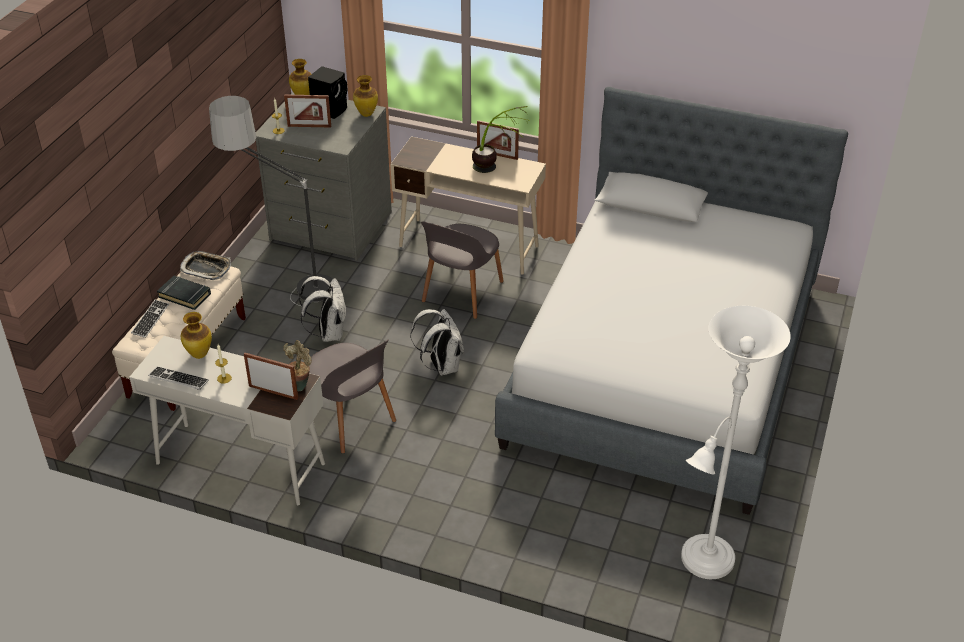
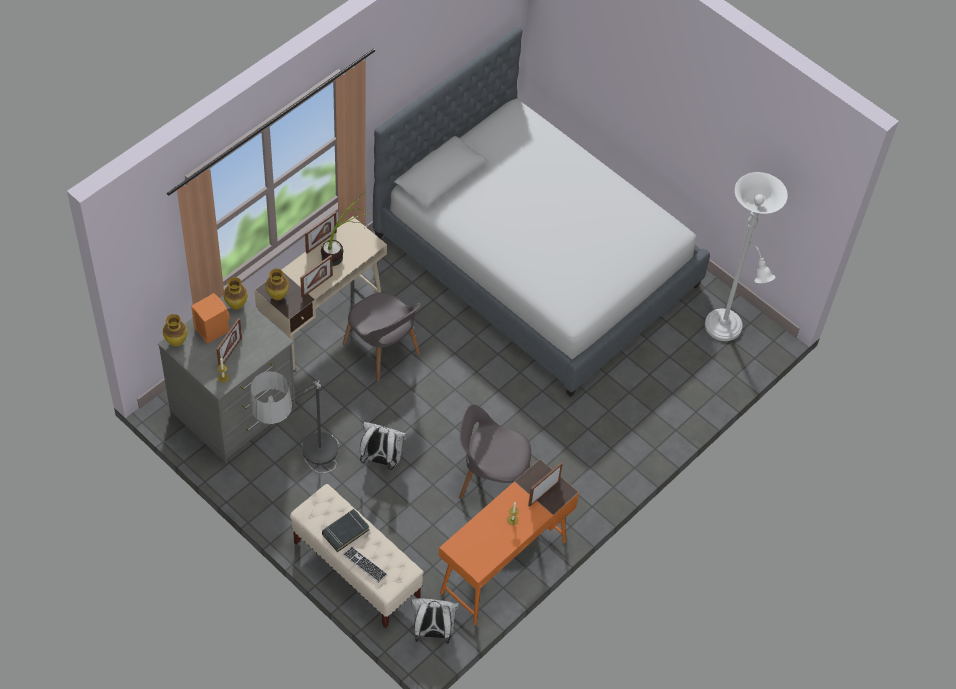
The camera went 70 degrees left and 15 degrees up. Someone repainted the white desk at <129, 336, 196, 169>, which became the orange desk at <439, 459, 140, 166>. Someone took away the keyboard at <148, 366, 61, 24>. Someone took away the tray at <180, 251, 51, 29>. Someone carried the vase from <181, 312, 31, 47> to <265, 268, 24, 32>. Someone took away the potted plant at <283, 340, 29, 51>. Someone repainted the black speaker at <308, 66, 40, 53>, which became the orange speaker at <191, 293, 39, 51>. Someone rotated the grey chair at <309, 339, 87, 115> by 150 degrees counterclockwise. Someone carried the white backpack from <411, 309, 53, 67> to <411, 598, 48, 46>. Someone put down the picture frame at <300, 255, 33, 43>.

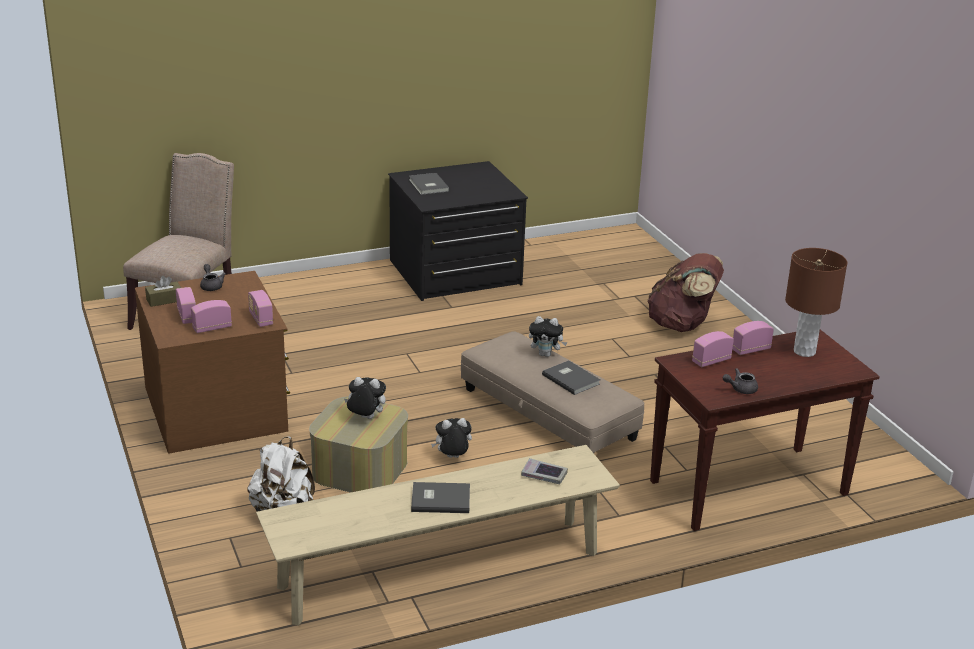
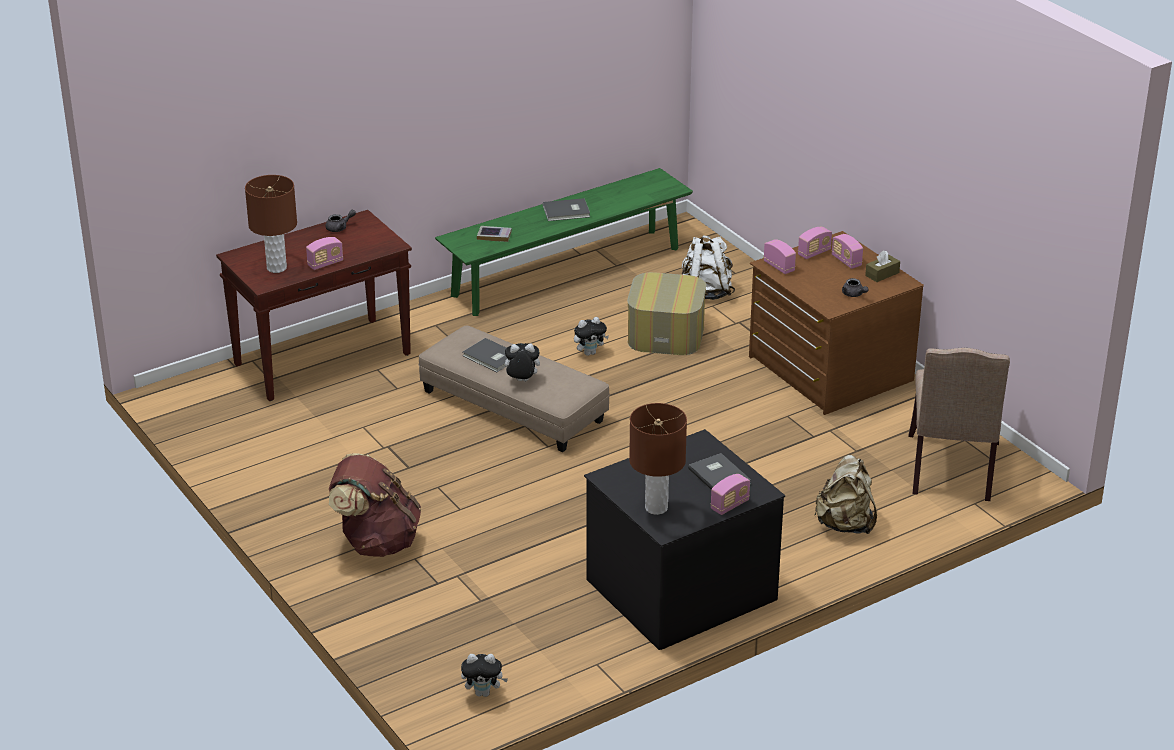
The camera went 170 degrees right and 5 degrees up. Someone repainted the beige bench at <256, 445, 364, 181>, which became the green bench at <435, 168, 258, 148>. Someone carried the plush toy from <344, 377, 42, 42> to <461, 654, 47, 43>. Someone carried the radio from <692, 331, 42, 36> to <711, 474, 39, 41>. Someone put down the brown table lamp at <629, 403, 58, 112>. Someone put down the beige backpack at <814, 455, 63, 79>.

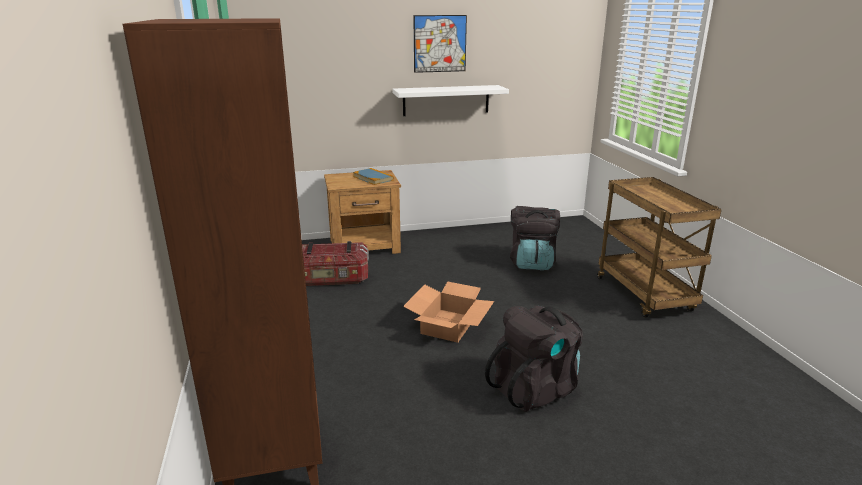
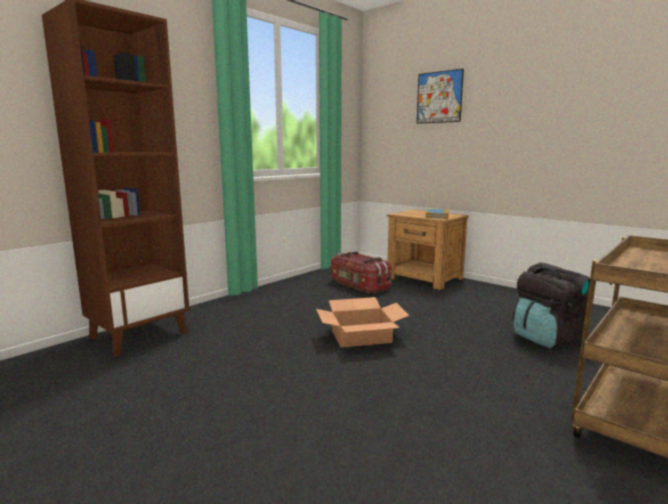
The camera went 55 degrees right and 10 degrees down. Someone took away the white shelf at <392, 85, 117, 31>. Someone carried the picture from <413, 15, 54, 58> to <417, 69, 47, 55>. Someone took away the black backpack at <485, 306, 98, 106>.

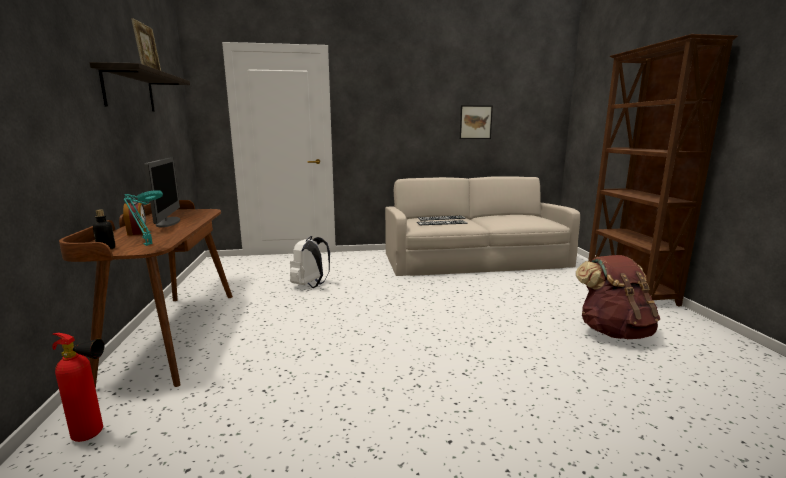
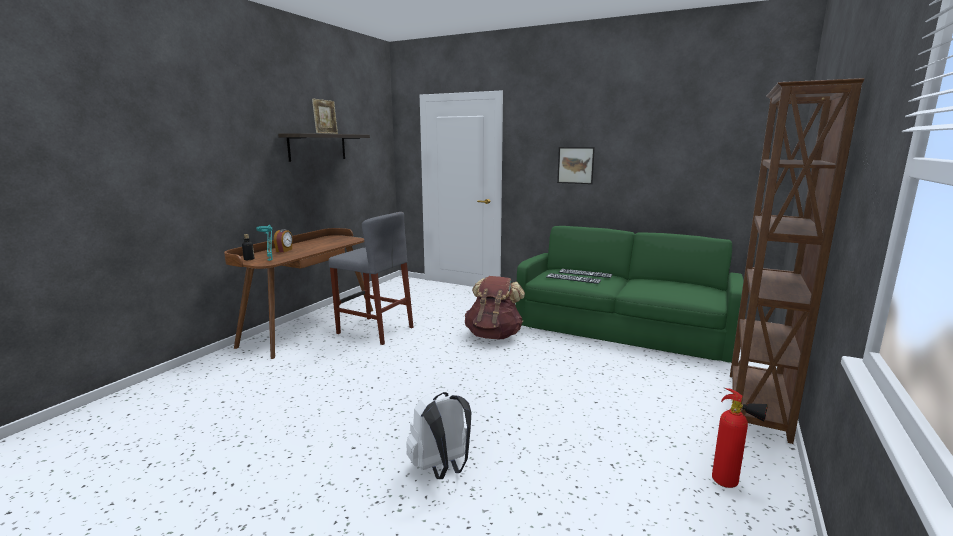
The camera went 35 degrees right and 0 degrees up. Someone carried the fire extinguisher from <52, 333, 52, 109> to <712, 388, 56, 100>. Someone took away the monitor at <145, 157, 35, 70>. Someone carried the white backpack from <290, 236, 40, 52> to <406, 391, 65, 88>. Someone repainted the beige sofa at <385, 176, 195, 100>, which became the green sofa at <516, 226, 228, 137>. Someone carried the picture from <460, 105, 33, 34> to <557, 147, 38, 37>. Someone carried the brown backpack from <576, 255, 84, 84> to <465, 276, 60, 63>. Someone put down the grey stool at <329, 212, 84, 133>.

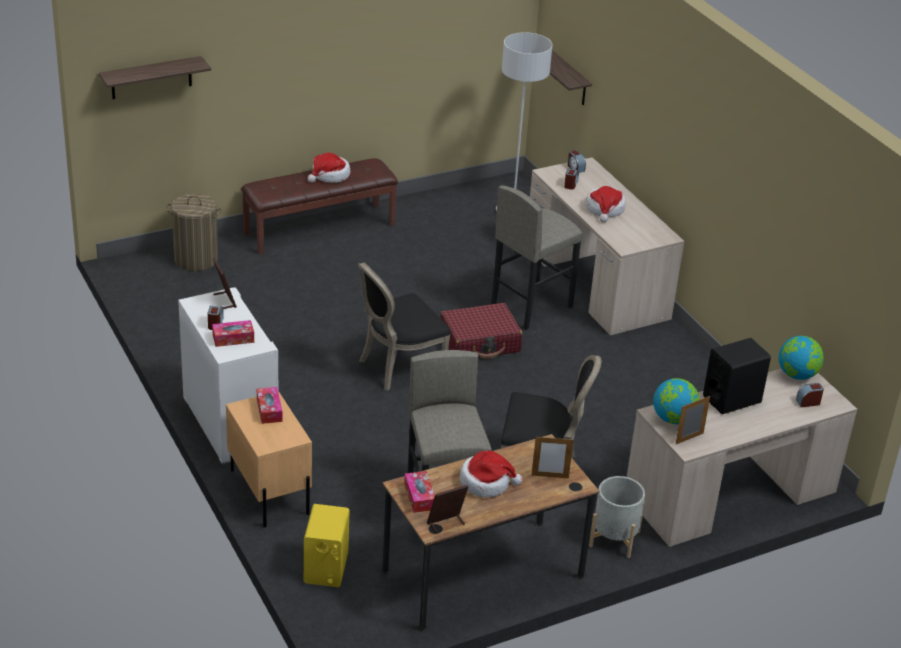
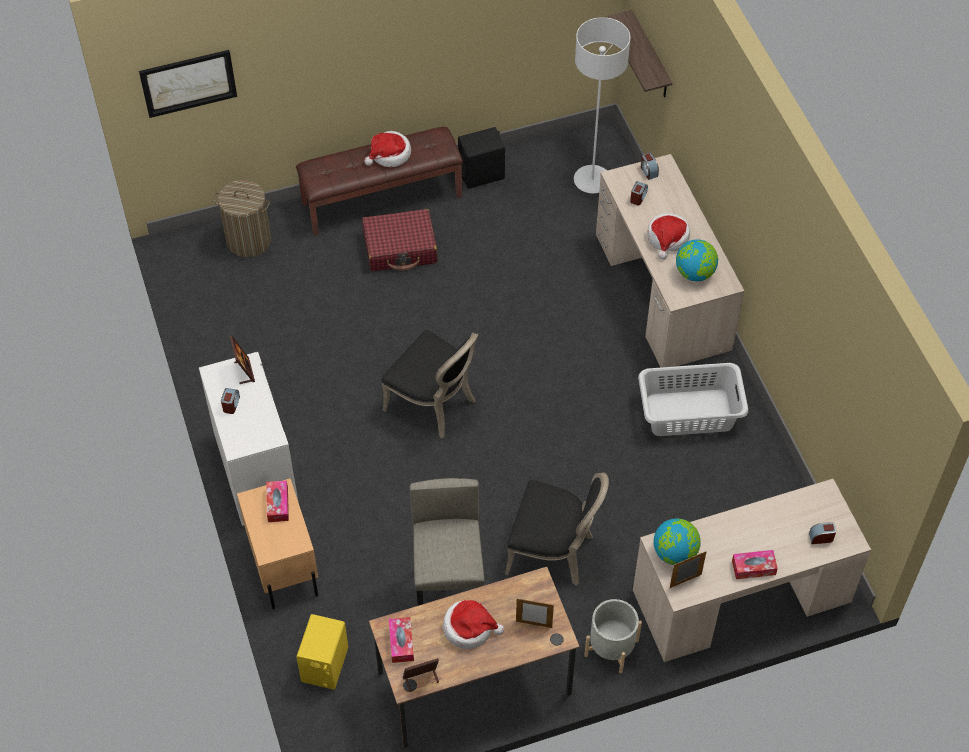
The camera went 10 degrees right and 20 degrees up. Someone swapped the shelf at <99, 56, 112, 43> for the picture at <139, 50, 98, 68>. Someone carried the tissue box from <212, 320, 42, 27> to <732, 550, 46, 29>. Someone rotated the black chair at <358, 262, 92, 129> by 120 degrees counterclockwise. Someone carried the red suitcase from <440, 303, 83, 56> to <362, 209, 76, 62>. Someone took away the grey stool at <491, 185, 92, 145>. Someone carried the black speaker from <703, 338, 68, 76> to <458, 127, 47, 62>. Someone carried the globe from <779, 336, 45, 44> to <676, 239, 42, 42>. Someone put down the grey laundry basket at <638, 363, 110, 73>.

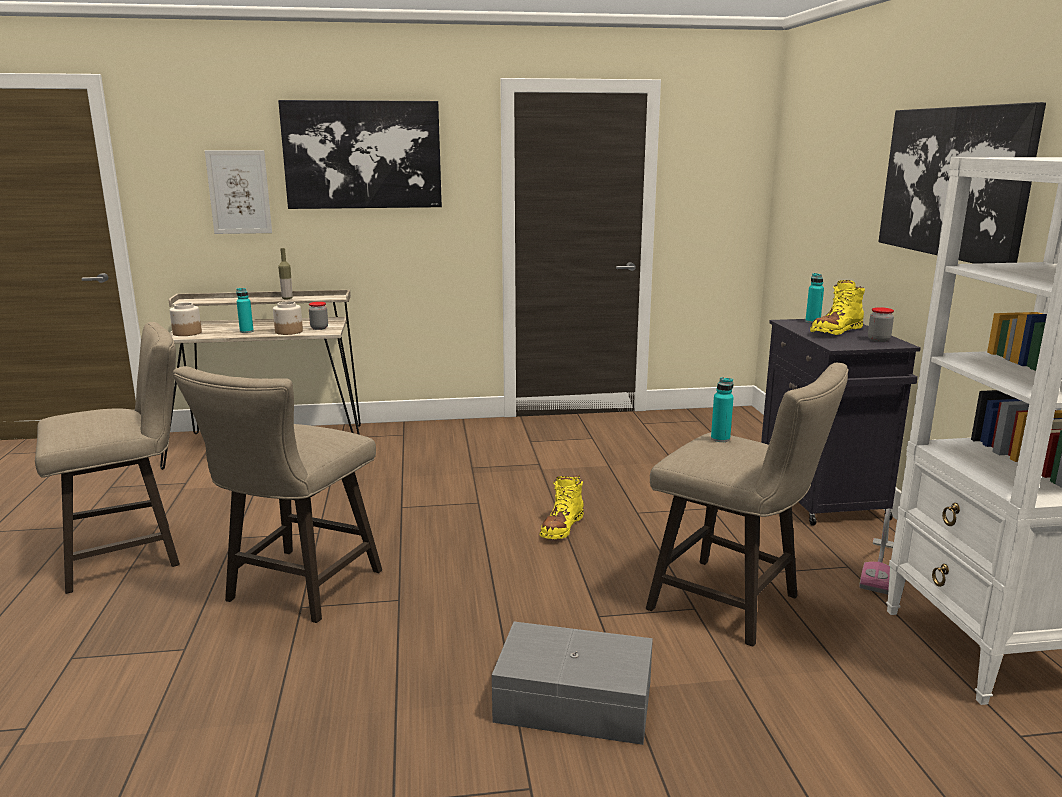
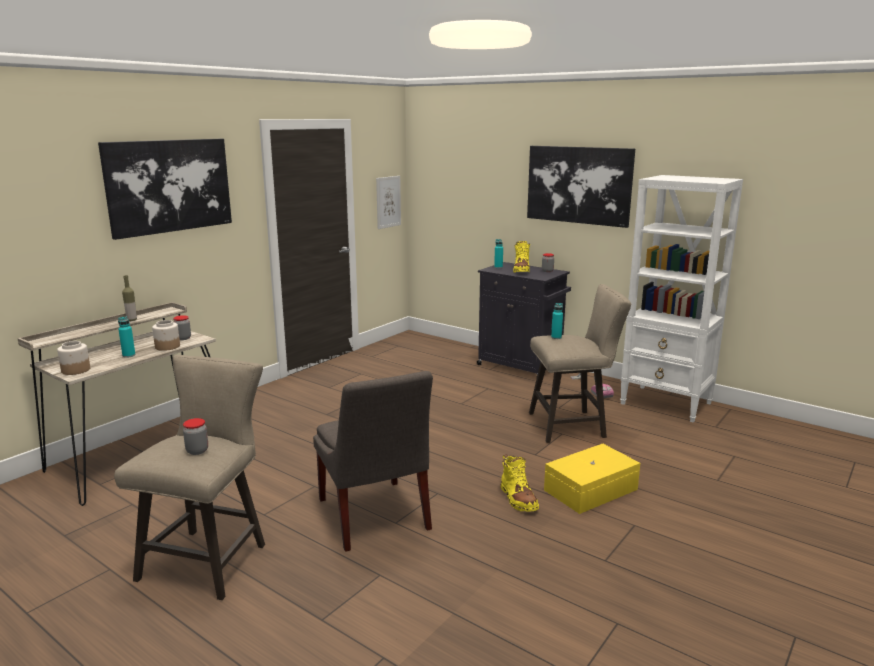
The camera went 45 degrees left and 0 degrees up. Someone swapped the beige stool at <173, 366, 209, 257> for the grey chair at <313, 371, 120, 181>. Someone carried the picture from <205, 150, 67, 84> to <376, 176, 25, 53>. Someone repainted the grey storage box at <492, 622, 161, 123>, which became the yellow storage box at <544, 444, 96, 70>. Someone carried the yellow boot from <540, 475, 44, 64> to <501, 454, 38, 58>. Someone put down the jar at <183, 418, 25, 37>.

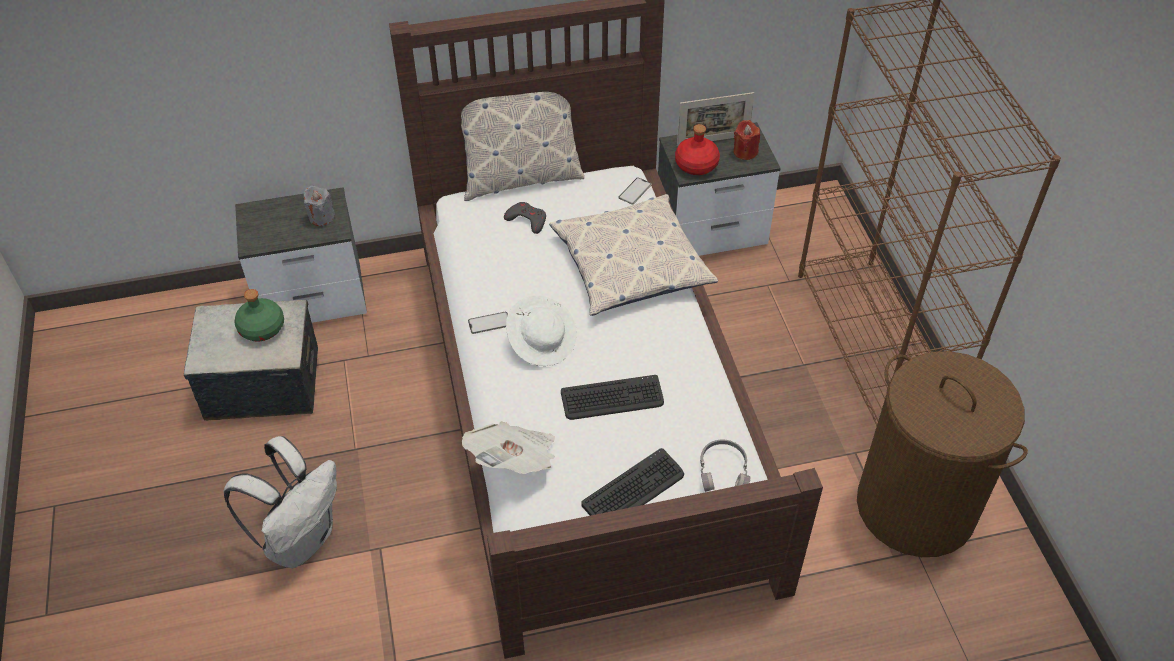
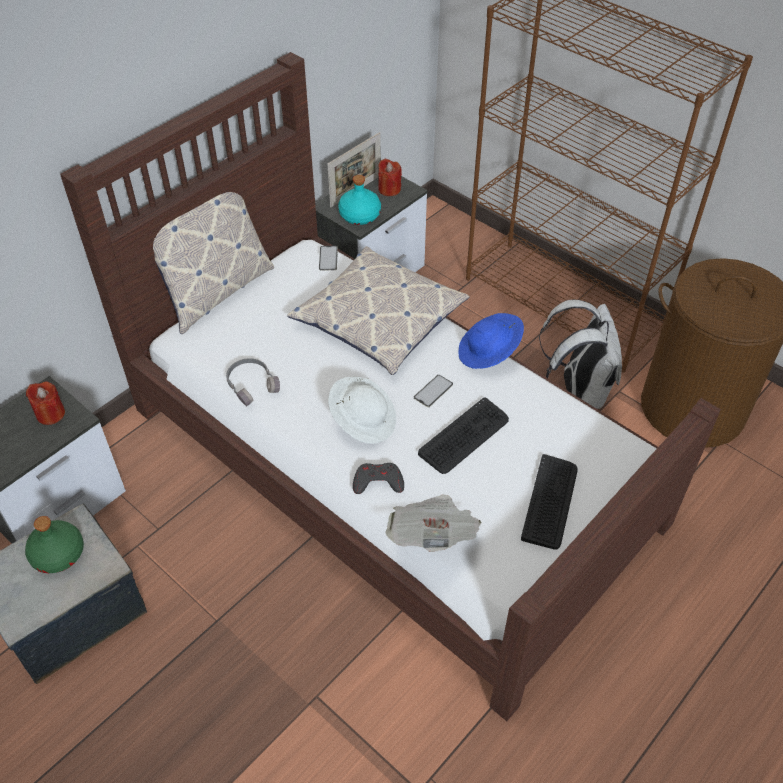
The camera went 35 degrees left and 0 degrees up. Someone carried the white backpack from <224, 436, 113, 133> to <539, 299, 83, 110>. Someone repainted the grey candle at <304, 185, 31, 41>, which became the red candle at <26, 381, 39, 44>. Someone carried the phone from <468, 312, 40, 22> to <414, 375, 39, 32>. Someone carried the grey game controller from <504, 202, 42, 32> to <353, 463, 51, 31>. Someone repainted the red bottle at <675, 124, 45, 51>, which became the turquoise bottle at <338, 175, 43, 50>. Someone carried the grey headphones from <700, 440, 50, 52> to <226, 358, 54, 48>. Someone put down the blue hat at <459, 313, 65, 56>.

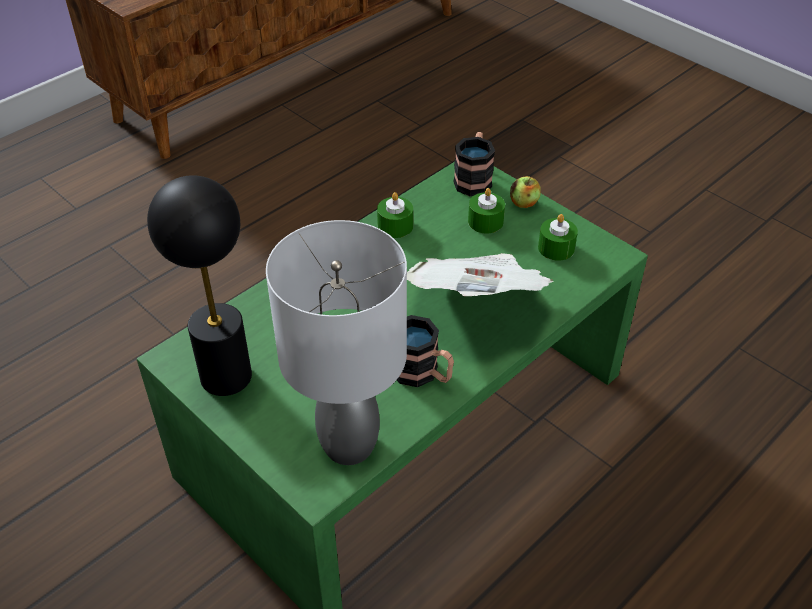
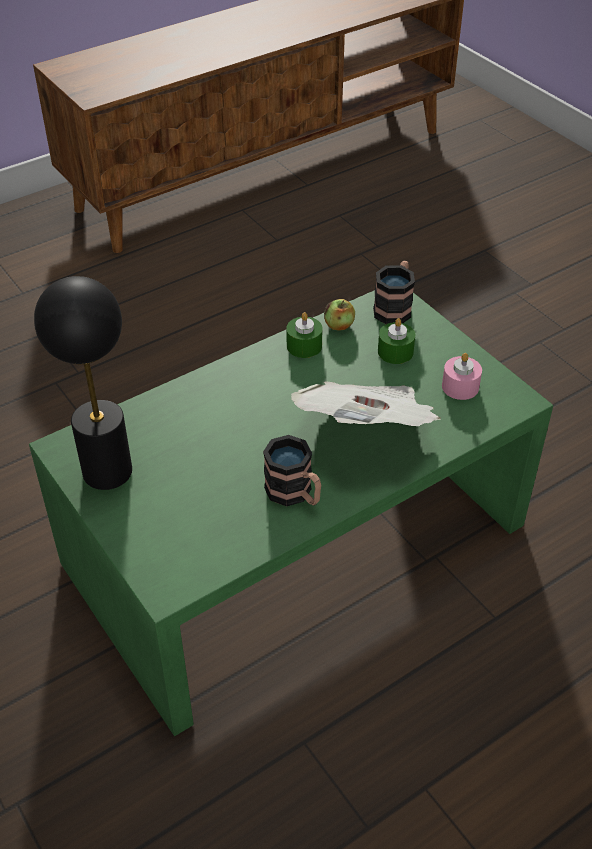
The camera went 10 degrees right and 0 degrees up. Someone took away the grey table lamp at <266, 220, 141, 245>. Someone carried the apple from <510, 176, 31, 32> to <324, 299, 31, 32>. Someone repainted the green candle at <538, 214, 40, 47>, which became the pink candle at <442, 353, 40, 47>.

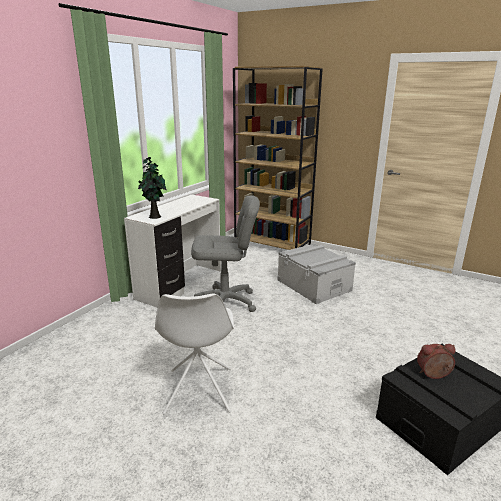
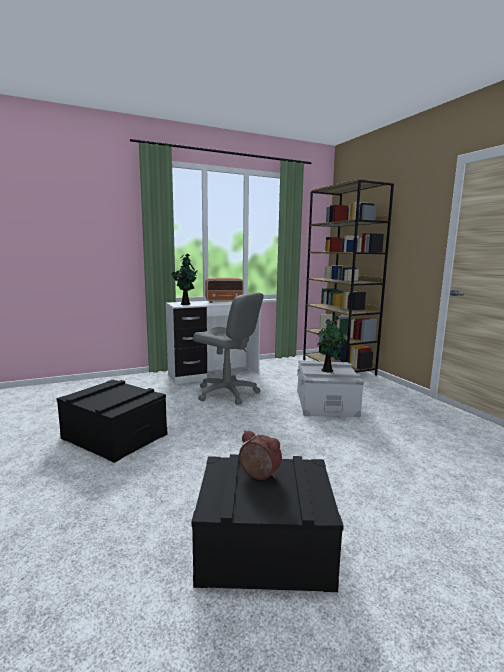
The camera went 35 degrees right and 10 degrees down. Someone swapped the white chair at <155, 294, 79, 121> for the black storage box at <56, 380, 111, 83>. Someone put down the radio at <205, 278, 39, 25>. Someone put down the potted plant at <317, 315, 31, 57>.

